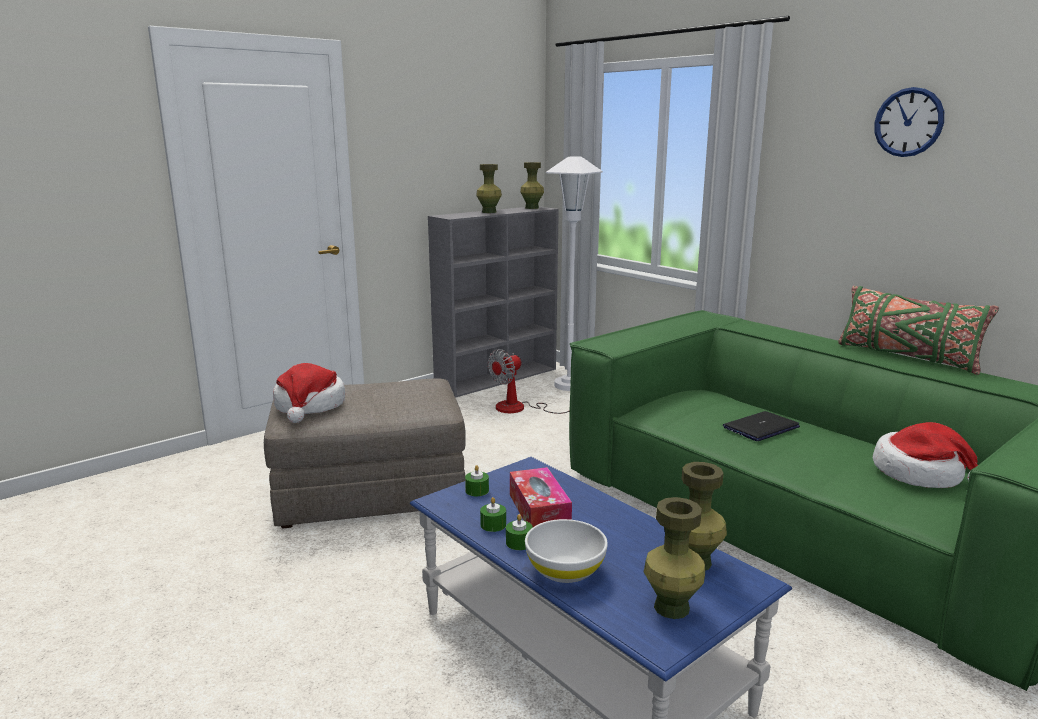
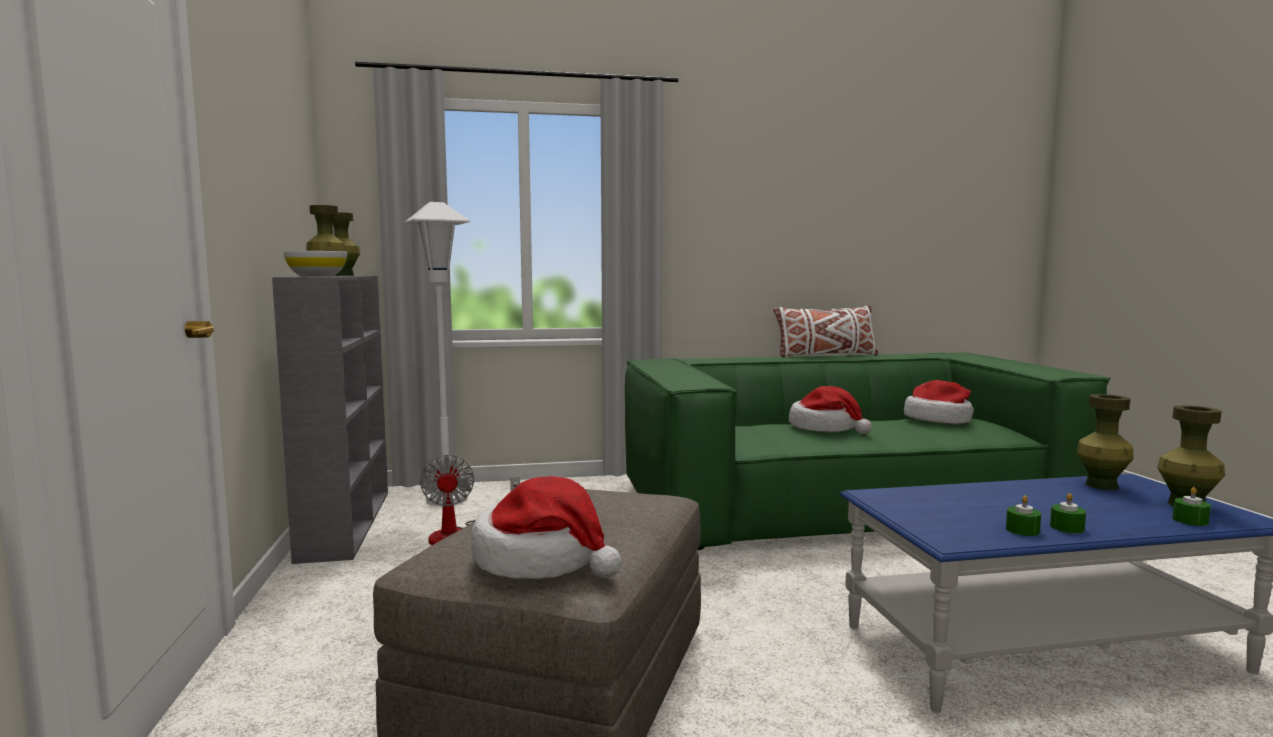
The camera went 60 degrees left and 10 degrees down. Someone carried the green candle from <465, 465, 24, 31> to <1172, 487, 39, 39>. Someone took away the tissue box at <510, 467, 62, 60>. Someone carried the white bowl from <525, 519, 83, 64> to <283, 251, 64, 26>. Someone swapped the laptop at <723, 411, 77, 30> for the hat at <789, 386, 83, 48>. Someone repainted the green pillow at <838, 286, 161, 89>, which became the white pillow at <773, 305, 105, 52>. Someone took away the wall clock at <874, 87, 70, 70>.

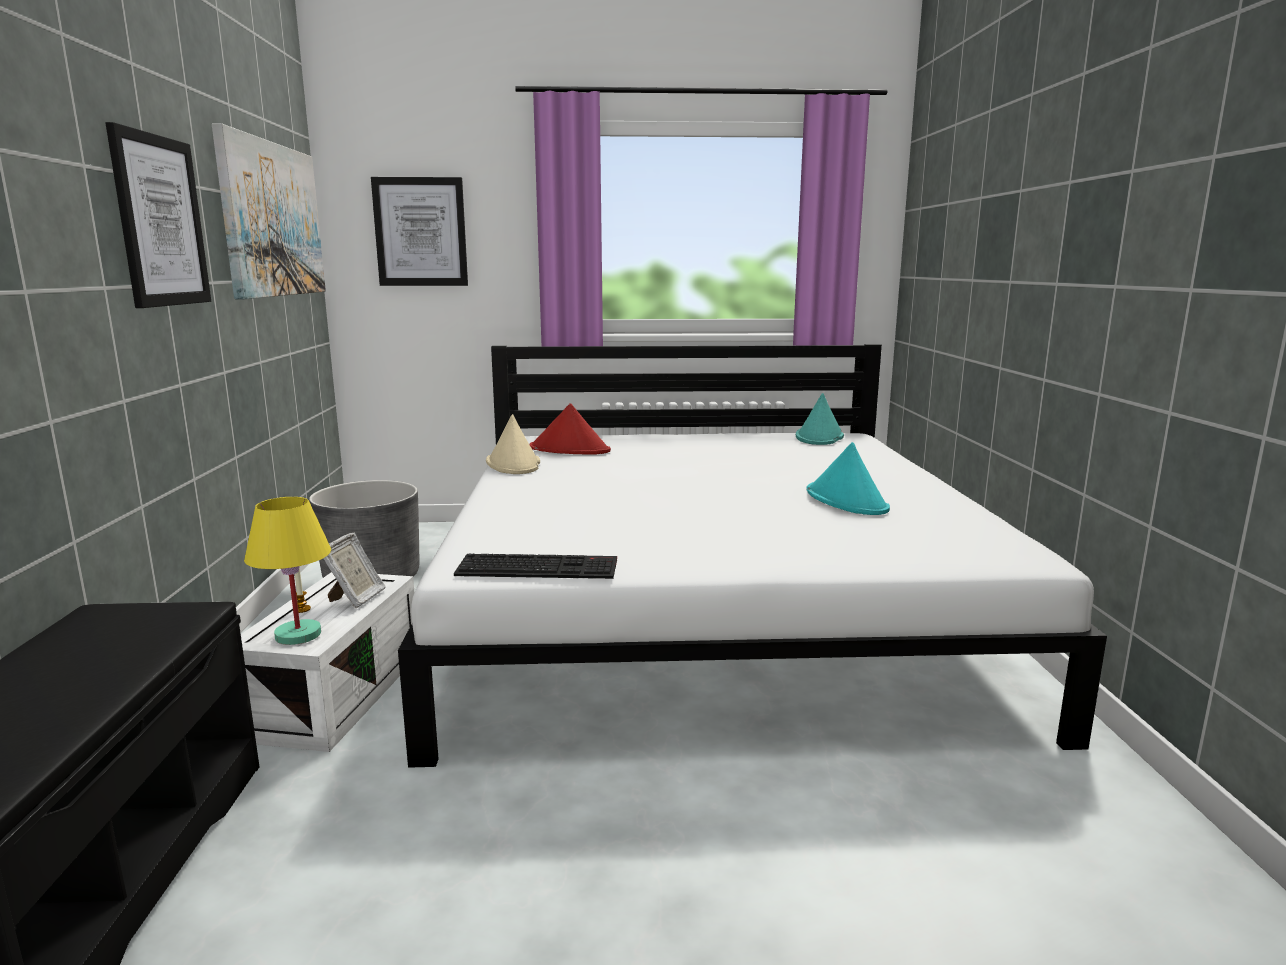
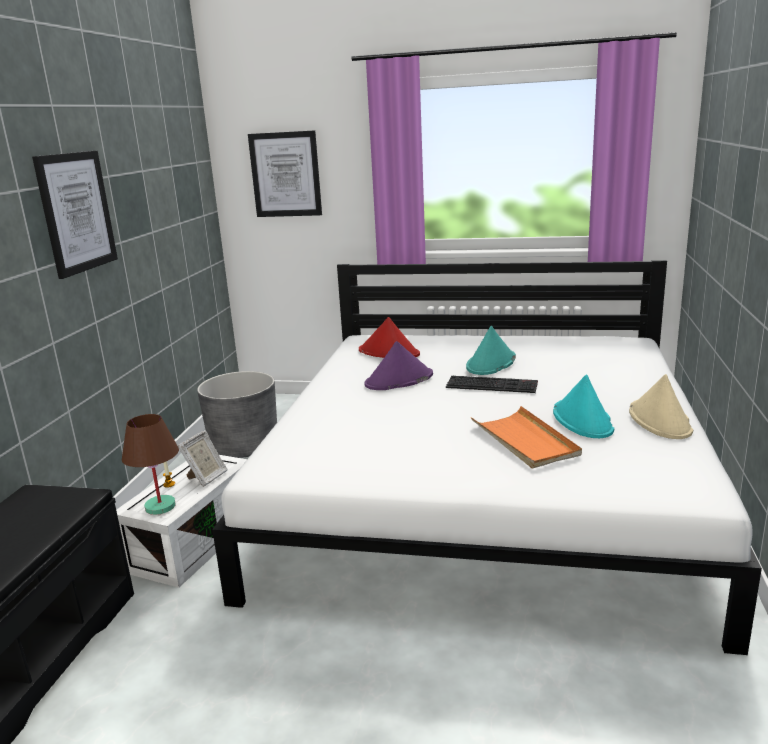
The camera went 15 degrees right and 5 degrees up. Someone took away the picture at <212, 123, 114, 176>. Someone repainted the yellow table lamp at <244, 497, 87, 148>, which became the brown table lamp at <122, 414, 57, 101>. Someone carried the keyboard from <454, 554, 163, 25> to <446, 376, 92, 17>. Someone carried the beige hat from <486, 414, 54, 60> to <629, 374, 64, 65>. Someone carried the turquoise hat from <796, 393, 48, 52> to <466, 326, 50, 49>. Someone put down the purple hat at <365, 341, 68, 49>. Someone put down the orange tray at <471, 406, 111, 62>.

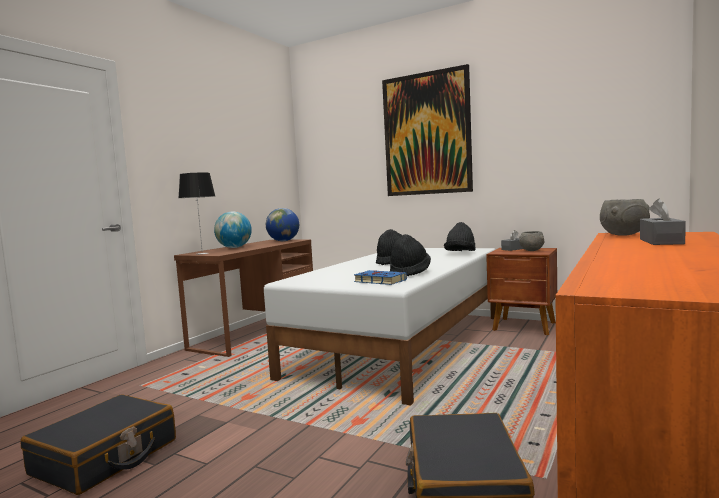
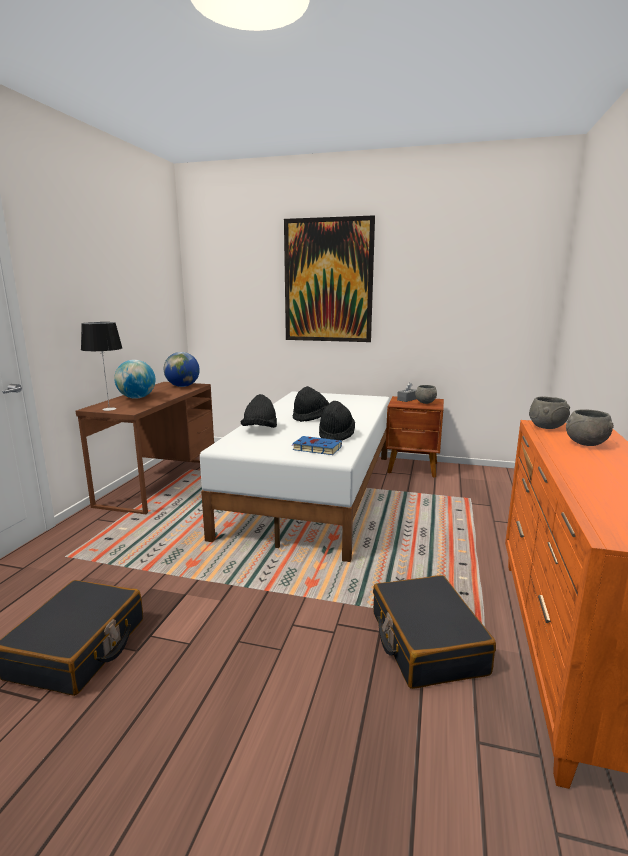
The camera went 15 degrees left and 10 degrees up. Someone carried the black hat from <444, 222, 32, 29> to <240, 394, 37, 34>. Someone swapped the grey tissue box at <640, 198, 46, 47> for the grey bowl at <566, 409, 48, 37>.

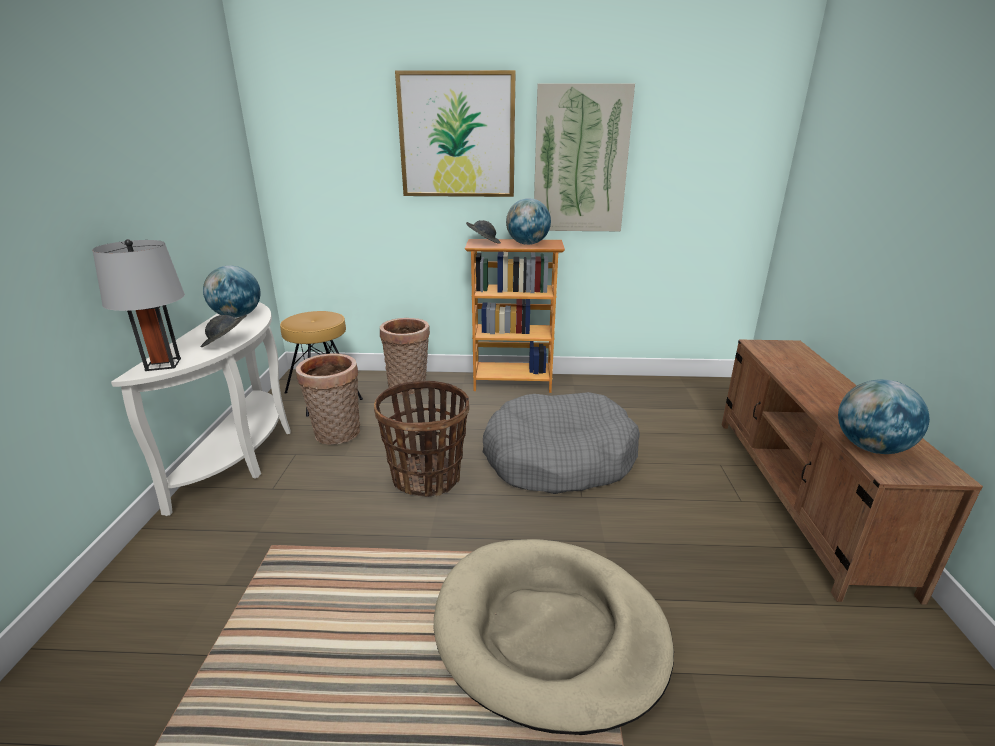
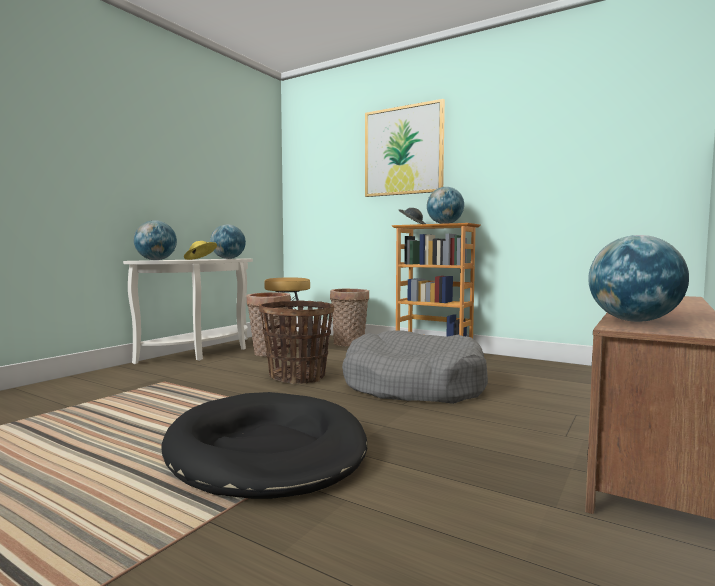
The camera went 30 degrees right and 20 degrees down. Someone swapped the grey table lamp at <92, 239, 93, 132> for the globe at <134, 220, 43, 40>. Someone repainted the grey hat at <200, 315, 47, 32>, which became the yellow hat at <184, 241, 33, 19>. Someone repainted the beige dog bed at <434, 539, 240, 196>, which became the black dog bed at <161, 392, 206, 107>. Someone took away the picture at <534, 83, 101, 148>.

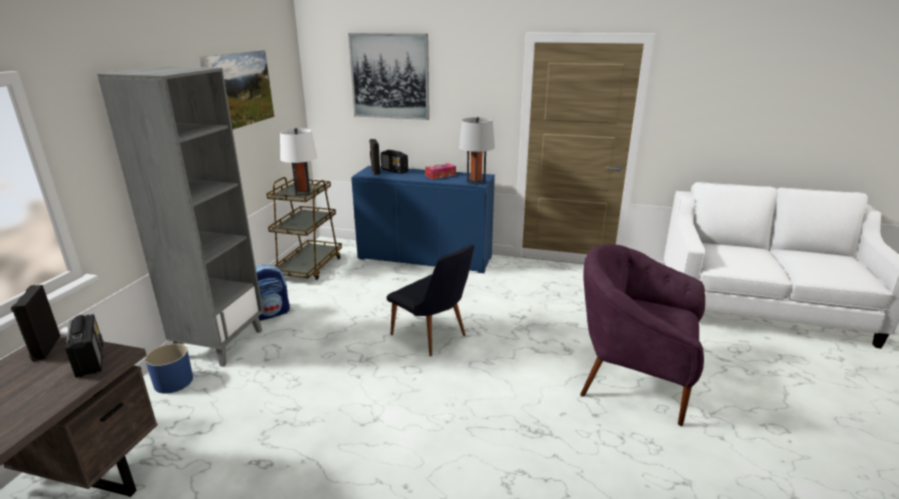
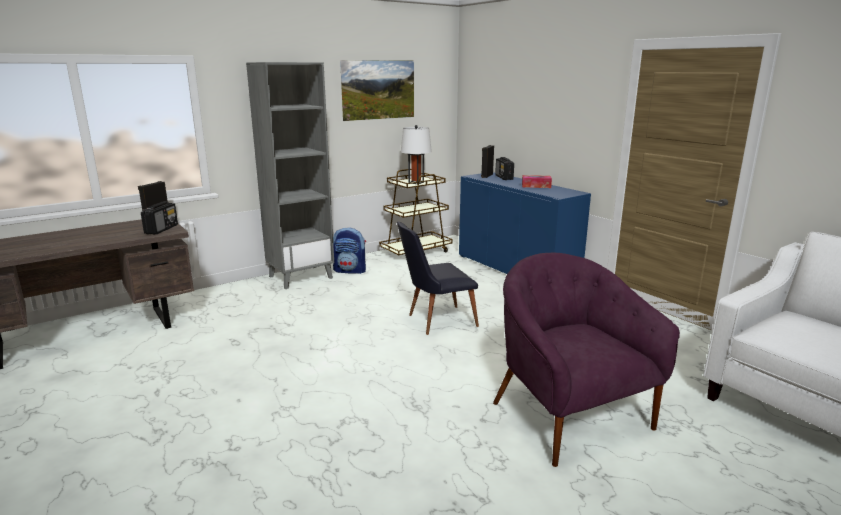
The camera went 40 degrees right and 5 degrees down. Someone took away the blue planter at <145, 344, 48, 50>. Someone took away the picture at <348, 33, 81, 87>. Someone rotated the black chair at <387, 245, 88, 112> by 75 degrees clockwise. Someone took away the grey table lamp at <459, 117, 36, 68>.

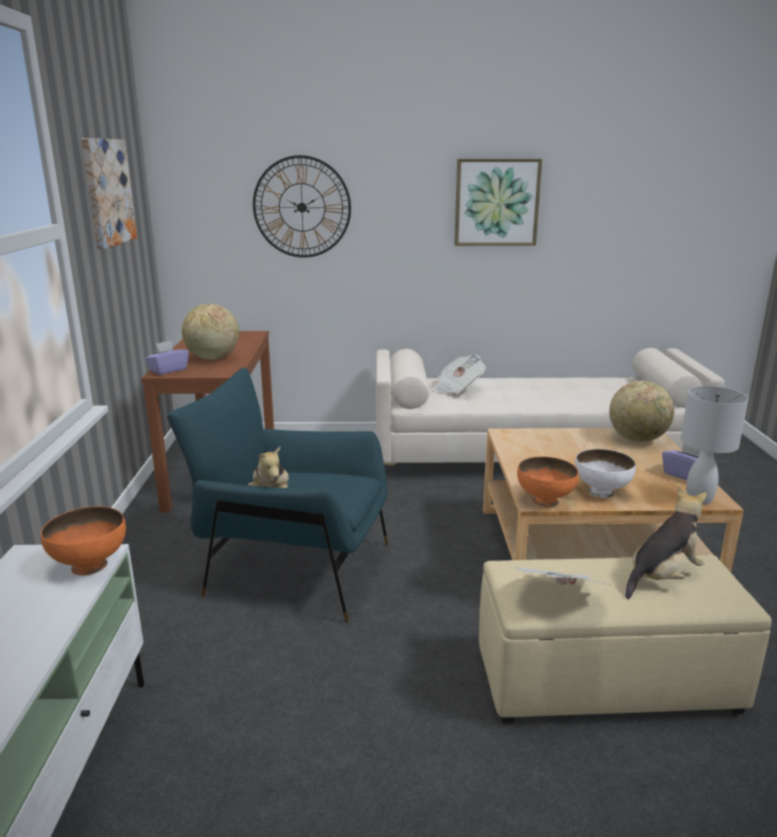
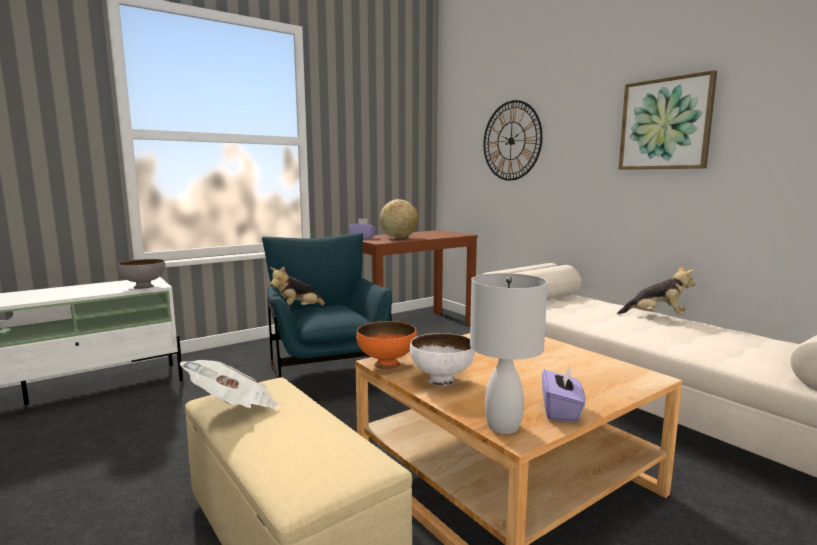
The camera went 55 degrees right and 10 degrees down. Someone repainted the orange bowl at <41, 506, 85, 69>, which became the grey bowl at <118, 259, 47, 30>. Someone took away the picture at <81, 138, 56, 111>. Someone took away the newspaper at <433, 355, 53, 39>. Someone took away the globe at <609, 381, 65, 61>. Someone carried the plush toy from <625, 486, 82, 113> to <617, 265, 79, 50>.

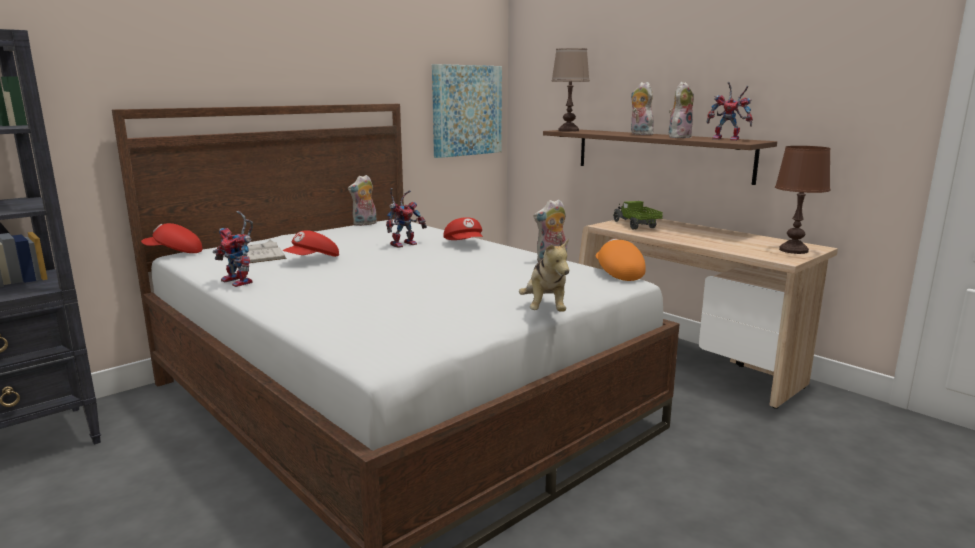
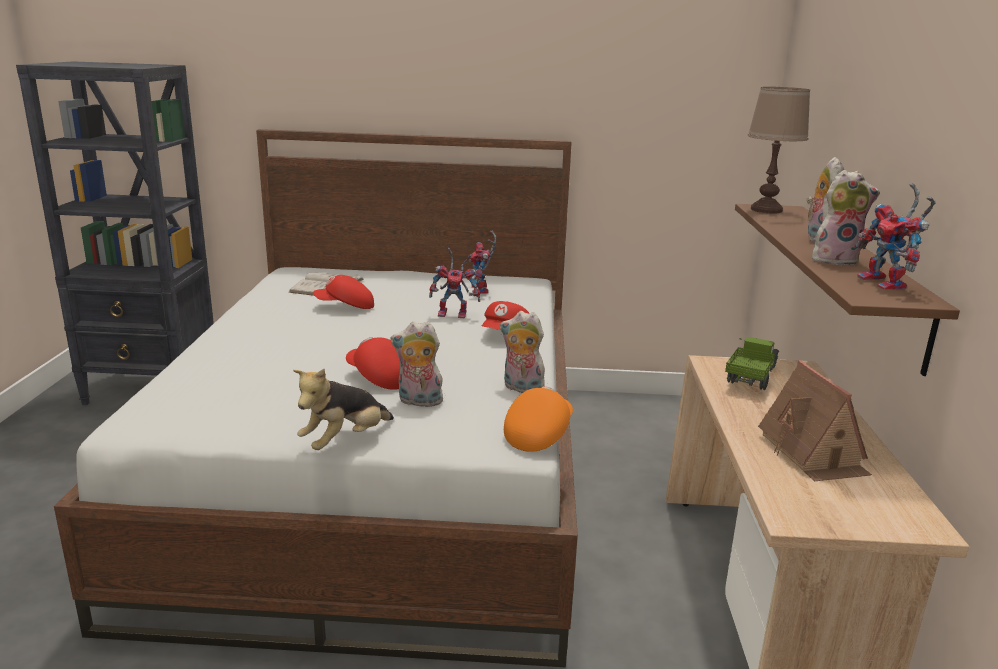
The camera went 45 degrees right and 5 degrees up. Someone carried the red cap from <141, 223, 61, 30> to <346, 337, 54, 53>. Someone carried the toy robot from <213, 211, 40, 76> to <469, 230, 28, 64>. Someone carried the plush toy from <348, 175, 29, 51> to <390, 321, 53, 86>. Someone took away the picture at <432, 64, 70, 94>. Someone took away the brown table lamp at <775, 146, 56, 108>. Someone put down the toy house at <758, 360, 114, 121>.

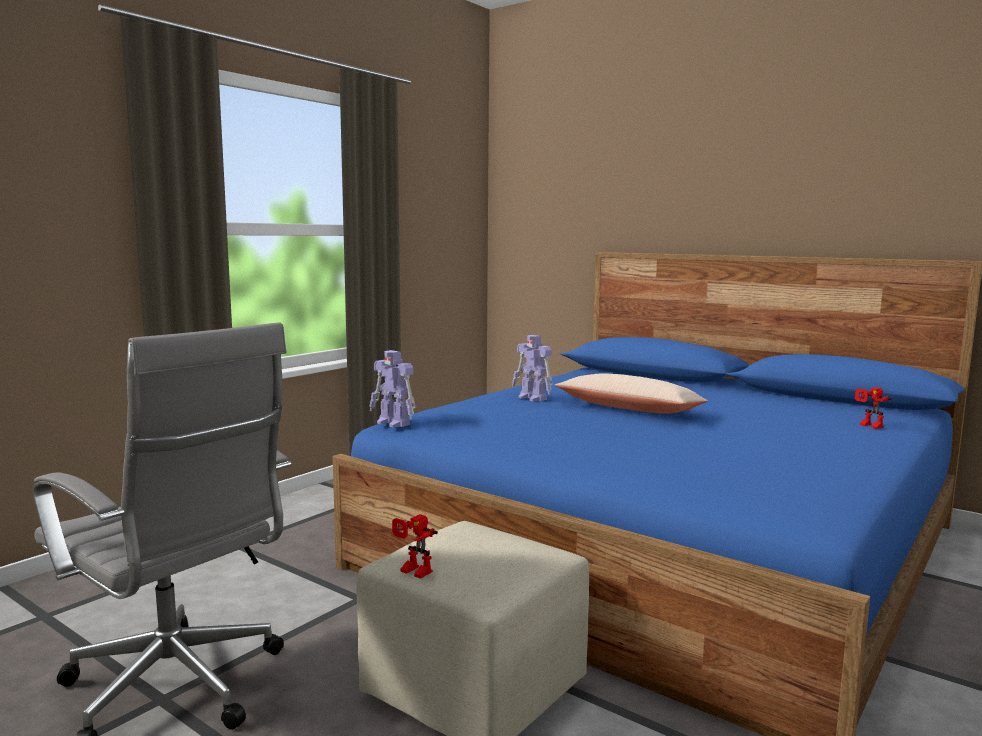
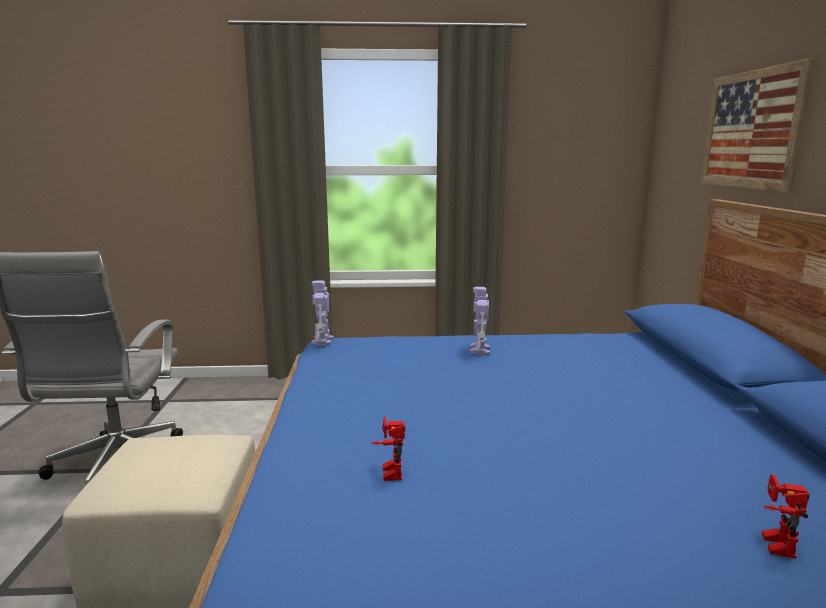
The camera went 50 degrees right and 5 degrees up. Someone carried the toy robot from <392, 514, 46, 65> to <371, 416, 34, 65>. Someone took away the beige pillow at <555, 373, 153, 40>. Someone put up the picture at <701, 58, 114, 134>.

